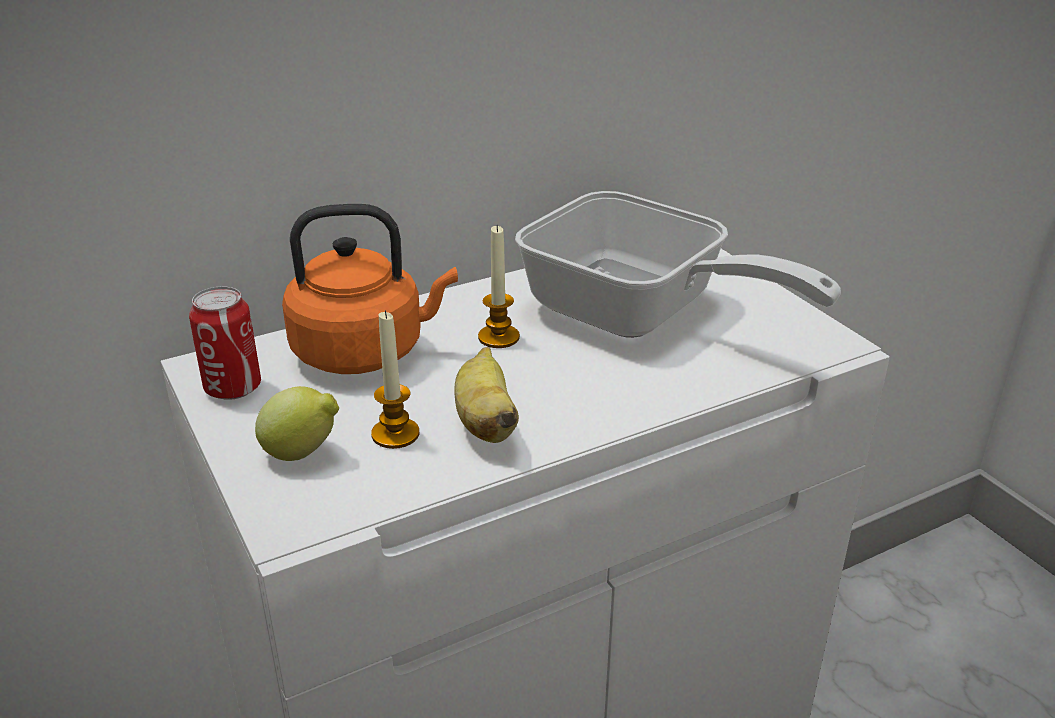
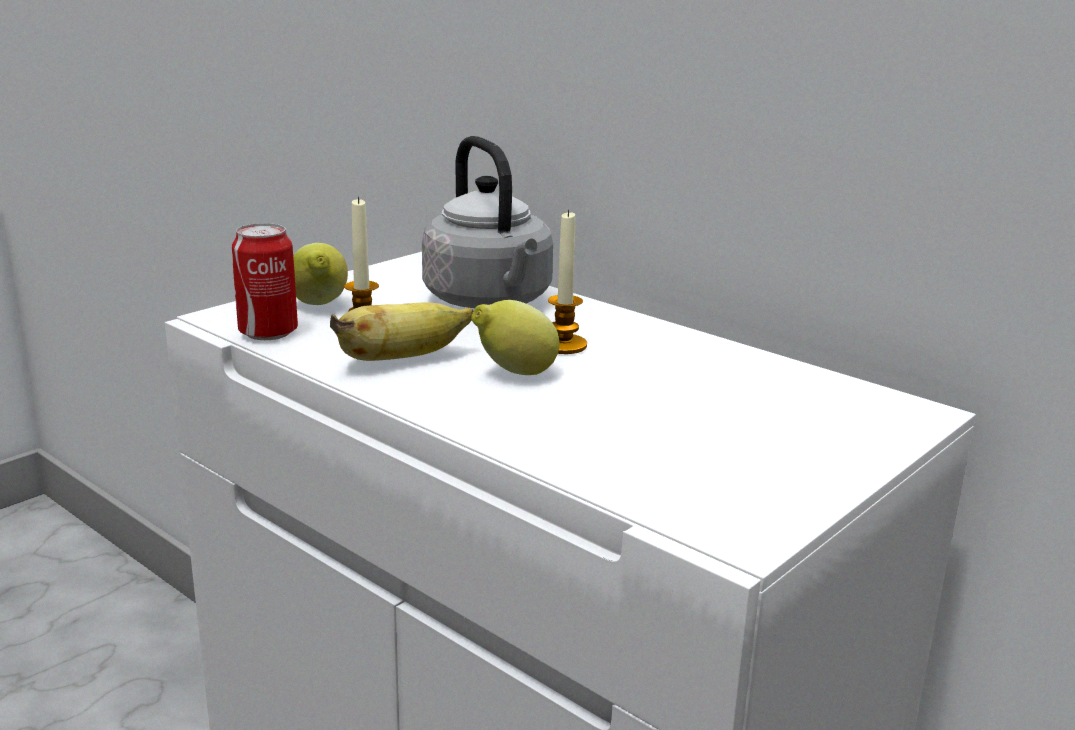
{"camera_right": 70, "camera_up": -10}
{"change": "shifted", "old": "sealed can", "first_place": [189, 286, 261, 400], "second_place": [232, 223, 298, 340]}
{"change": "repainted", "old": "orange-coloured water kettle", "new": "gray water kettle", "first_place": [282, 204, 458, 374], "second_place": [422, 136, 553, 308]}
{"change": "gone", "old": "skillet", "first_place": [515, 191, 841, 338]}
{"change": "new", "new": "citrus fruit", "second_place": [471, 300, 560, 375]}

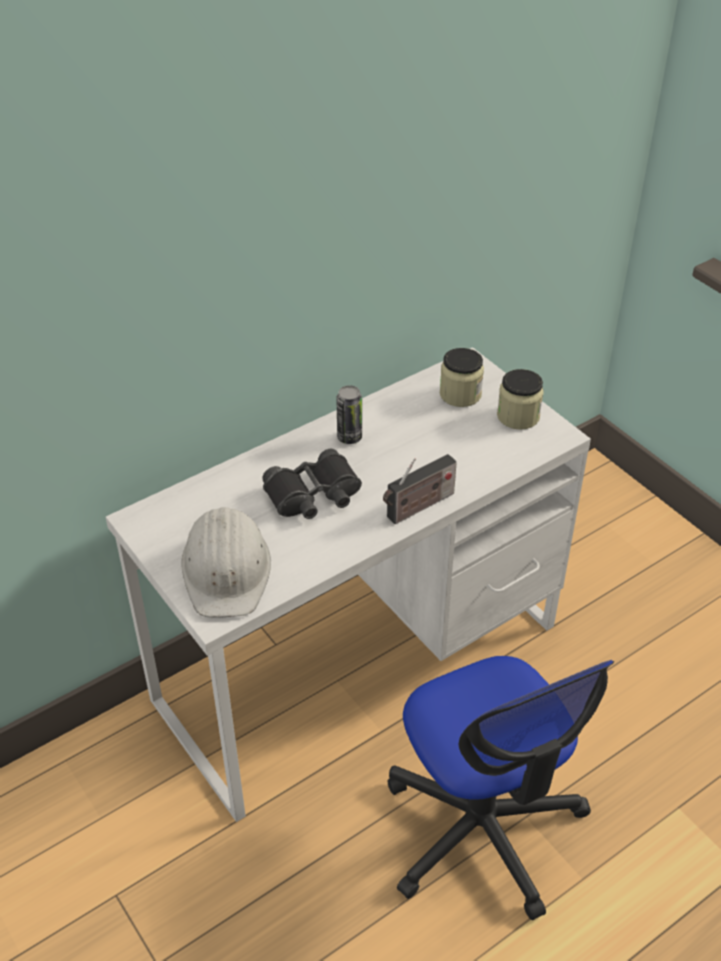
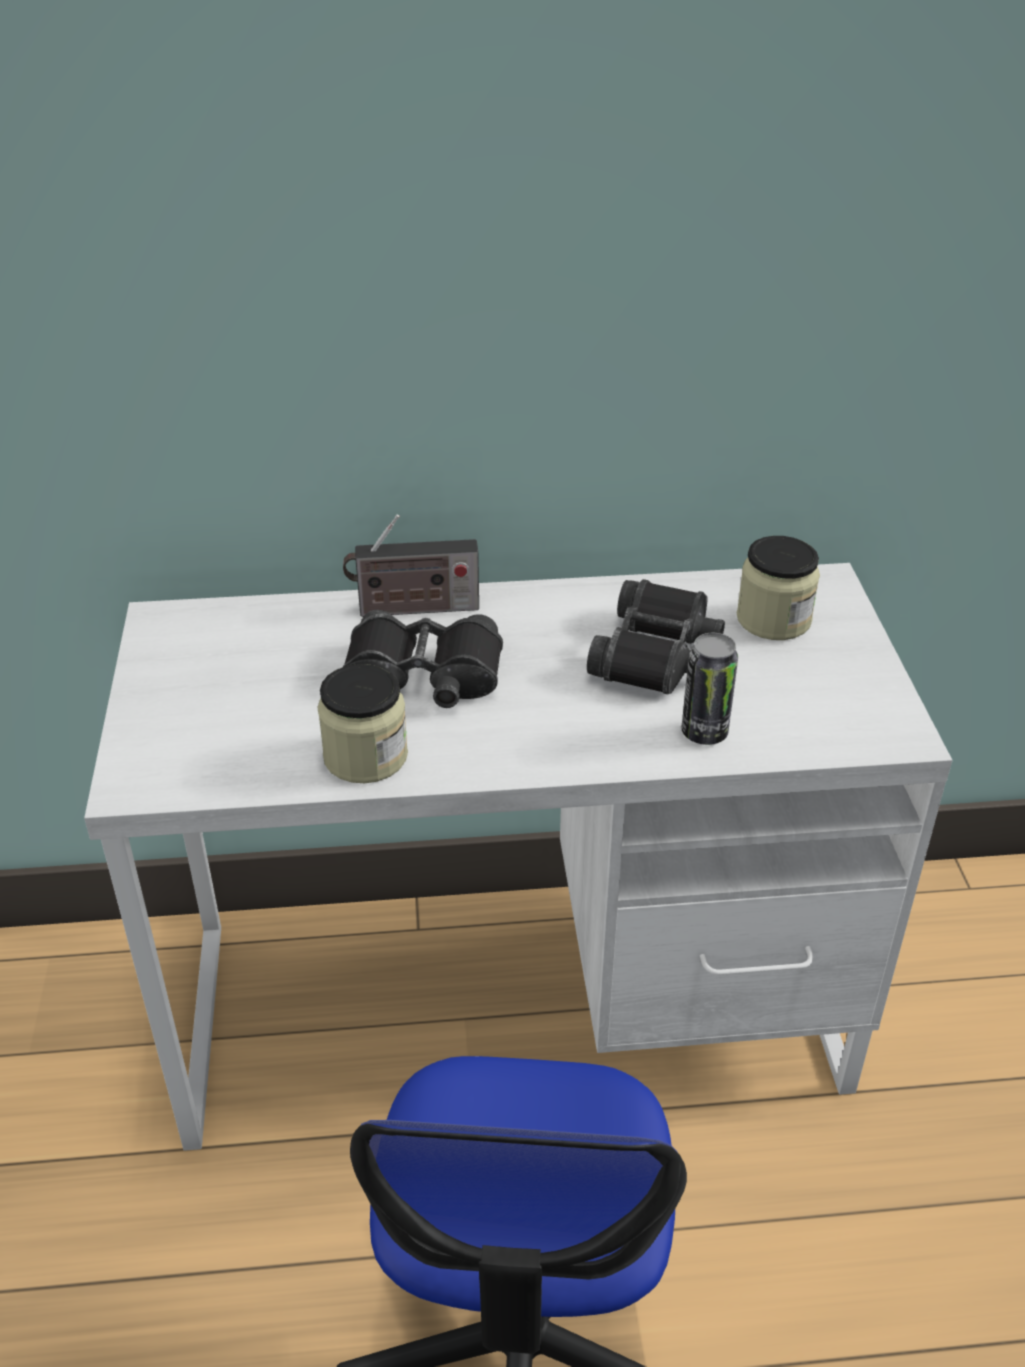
{"camera_right": 30, "camera_up": -5}
{"change": "gone", "old": "white-coloured hard hat", "first_place": [181, 507, 271, 618]}
{"change": "shifted", "old": "sealed can", "first_place": [336, 385, 362, 444], "second_place": [681, 633, 738, 745]}
{"change": "shifted", "old": "radio set", "first_place": [383, 454, 457, 524], "second_place": [343, 514, 479, 617]}
{"change": "shifted", "old": "preserve jar", "first_place": [497, 369, 544, 430], "second_place": [317, 664, 408, 783]}
{"change": "new", "new": "blackish field glasses", "second_place": [587, 579, 725, 694]}

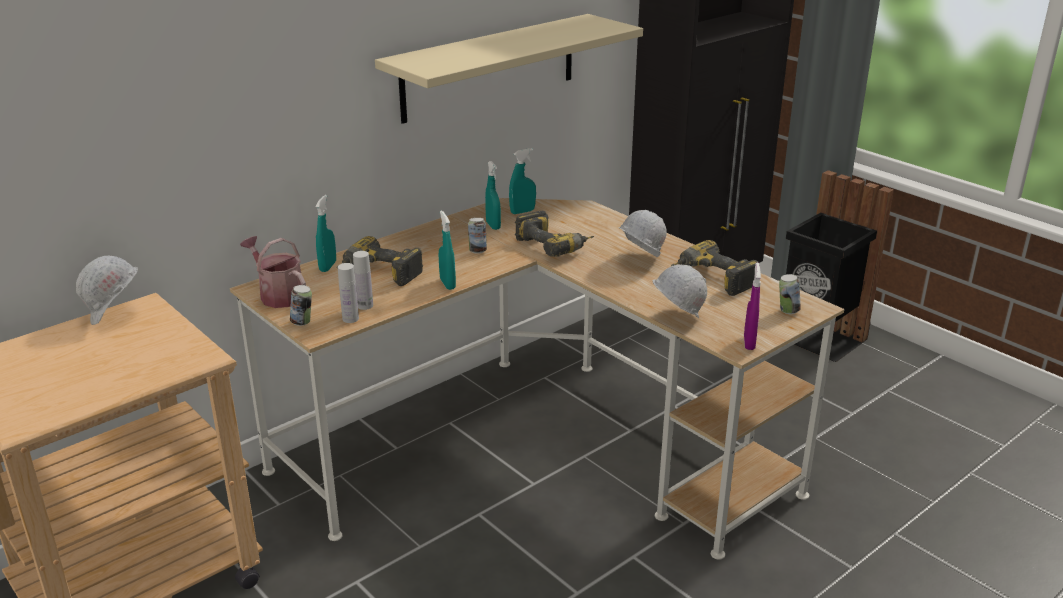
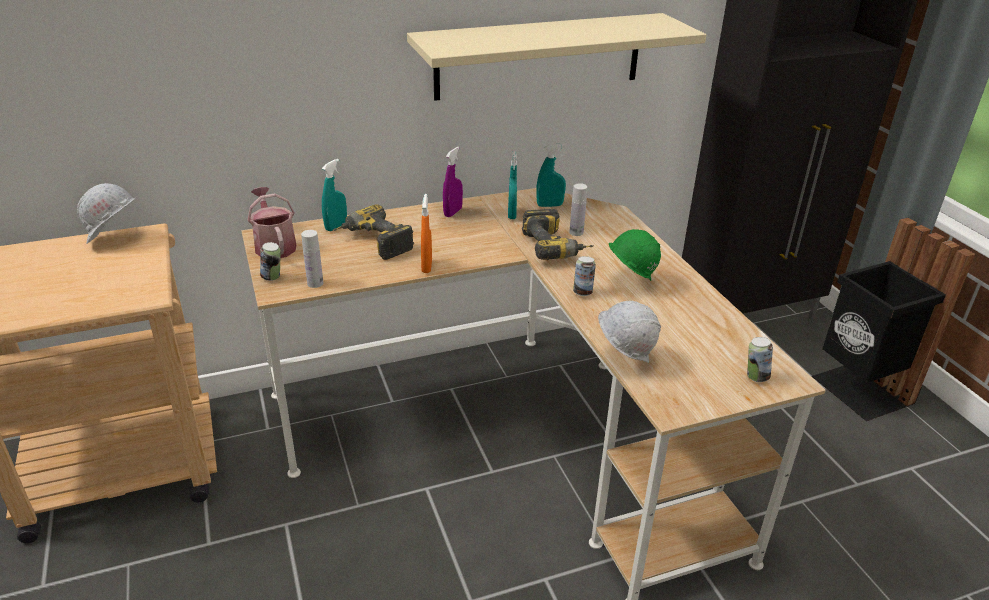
{"camera_right": 20, "camera_up": 5}
{"change": "shifted", "old": "white-coloured bottle", "first_place": [353, 251, 373, 310], "second_place": [569, 183, 587, 236]}
{"change": "repainted", "old": "turquoise-coloured sprayer", "new": "orange-coloured sprayer", "first_place": [439, 210, 456, 290], "second_place": [421, 194, 432, 273]}
{"change": "shifted", "old": "sealed can", "first_place": [468, 218, 487, 254], "second_place": [573, 256, 596, 296]}
{"change": "repainted", "old": "white-coloured hard hat", "new": "greenish hard hat", "first_place": [618, 210, 667, 257], "second_place": [609, 229, 661, 281]}
{"change": "gone", "old": "electric drill", "first_place": [671, 240, 759, 296]}
{"change": "shifted", "old": "purplish sprayer", "first_place": [744, 263, 761, 350], "second_place": [443, 147, 463, 217]}

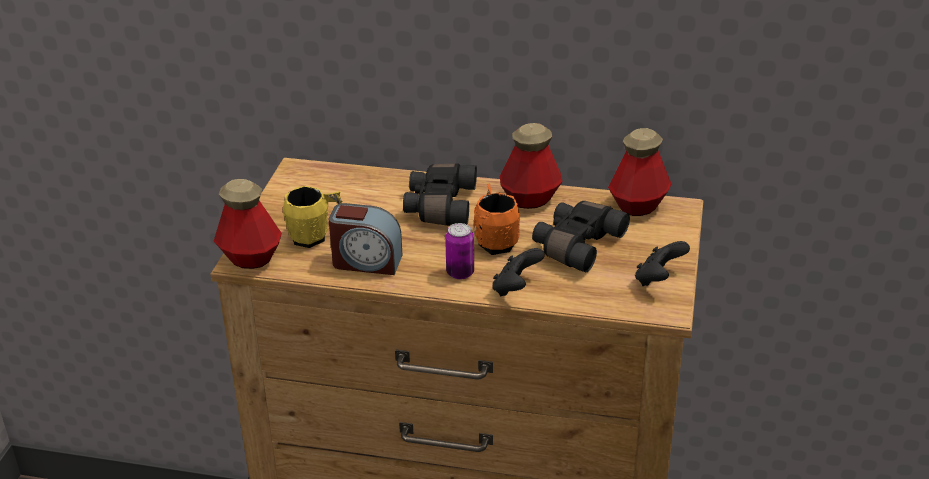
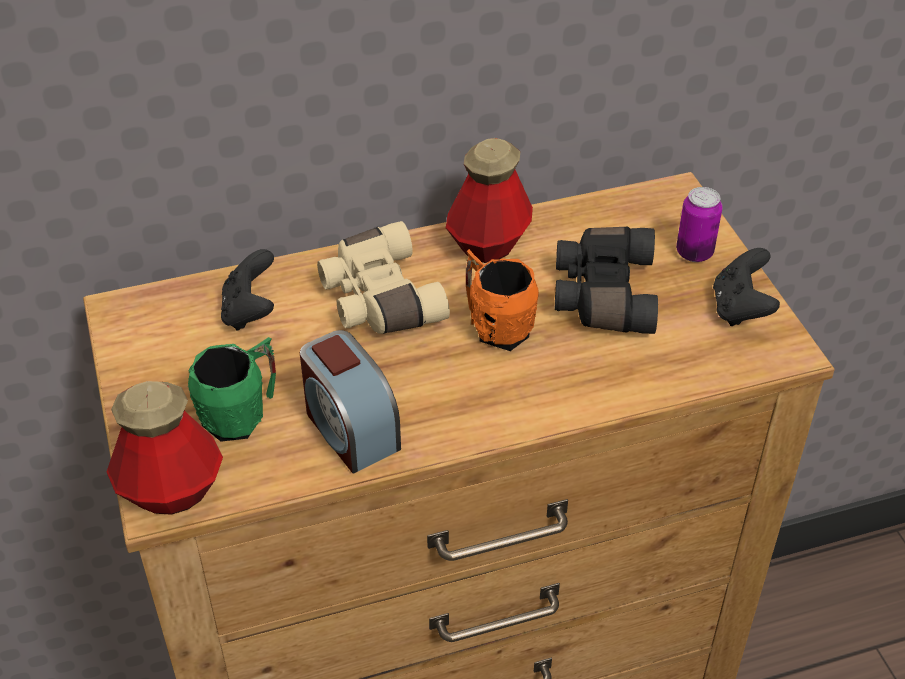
{"camera_right": -30, "camera_up": 10}
{"change": "repainted", "old": "yellow-coloured tea mug", "new": "greenish tea mug", "first_place": [283, 186, 343, 248], "second_place": [188, 337, 276, 442]}
{"change": "rotated", "old": "alarm clock", "first_place": [329, 203, 402, 275], "second_place": [300, 330, 401, 473], "degrees": 75}
{"change": "repainted", "old": "blackish field glasses", "new": "beige field glasses", "first_place": [403, 163, 477, 226], "second_place": [317, 221, 450, 334]}
{"change": "shifted", "old": "sealed can", "first_place": [445, 223, 474, 280], "second_place": [676, 187, 723, 262]}
{"change": "shifted", "old": "blackish joypad", "first_place": [492, 248, 545, 297], "second_place": [221, 249, 274, 331]}
{"change": "gone", "old": "bottle", "first_place": [608, 128, 671, 216]}

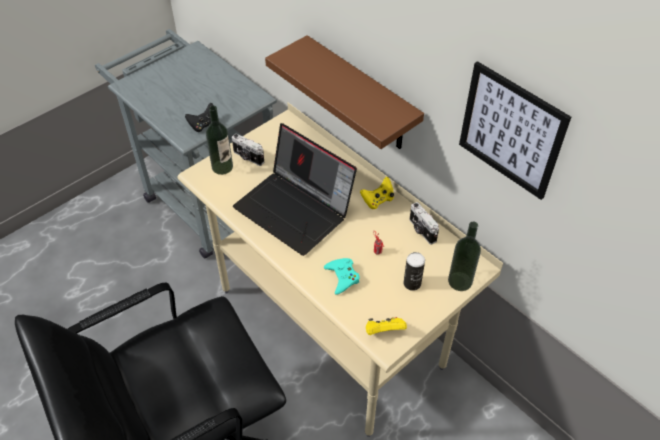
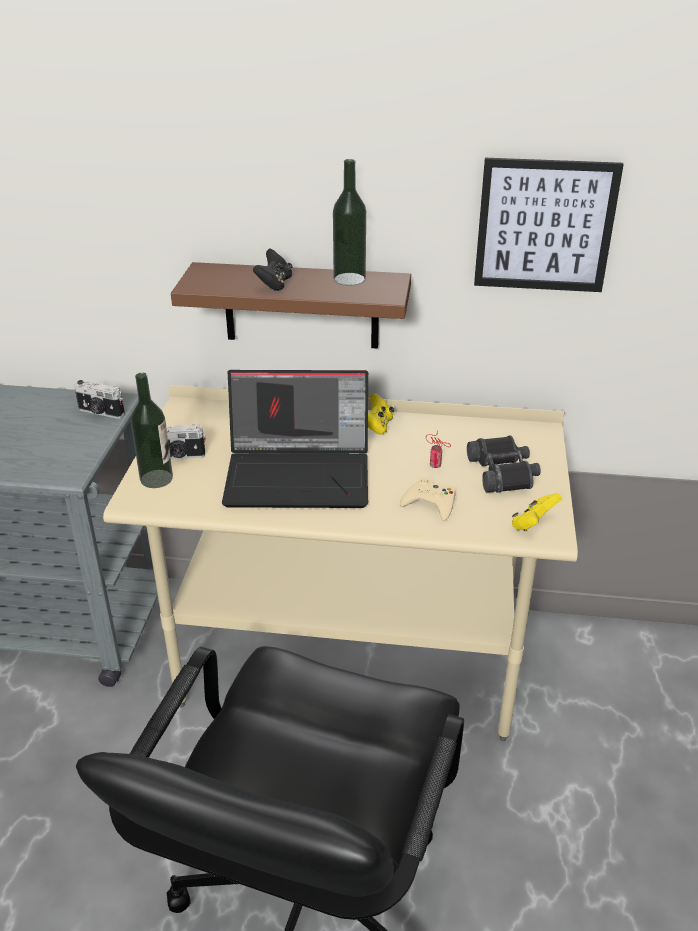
{"camera_right": -40, "camera_up": -15}
{"change": "shifted", "old": "blackish joypad", "first_place": [185, 103, 214, 132], "second_place": [253, 248, 293, 291]}
{"change": "repainted", "old": "turquoise-coloured joypad", "new": "beige joypad", "first_place": [324, 258, 360, 295], "second_place": [400, 478, 456, 521]}
{"change": "swapped", "old": "sealed can", "new": "blackish field glasses", "first_place": [403, 252, 425, 291], "second_place": [467, 435, 541, 493]}
{"change": "shifted", "old": "still camera", "first_place": [409, 202, 439, 245], "second_place": [74, 380, 125, 419]}
{"change": "shifted", "old": "bottle", "first_place": [448, 222, 481, 291], "second_place": [333, 159, 366, 286]}

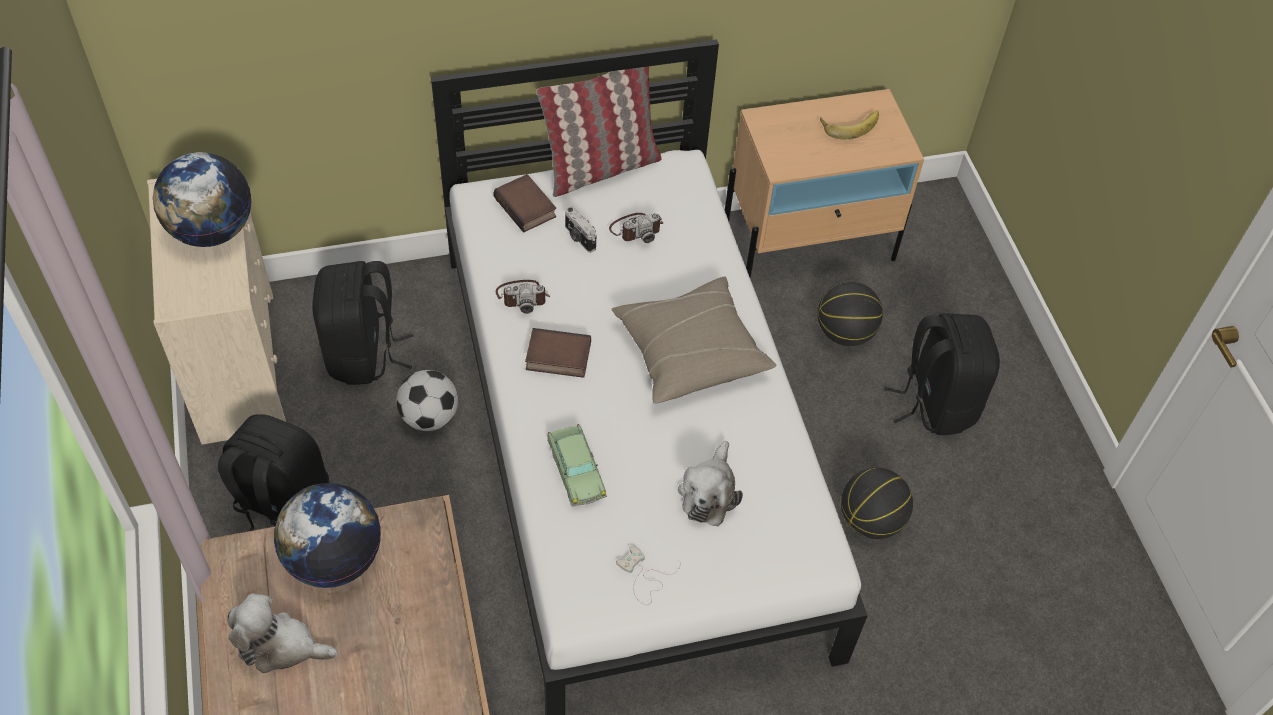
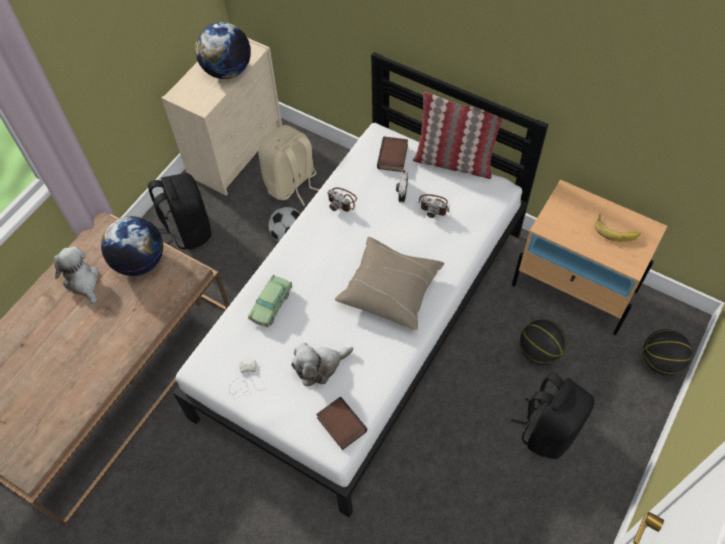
{"camera_right": 50, "camera_up": 5}
{"change": "repainted", "old": "blackish knapsack", "new": "beige knapsack", "first_place": [312, 261, 414, 385], "second_place": [258, 125, 320, 206]}
{"change": "shifted", "old": "volume", "first_place": [525, 328, 591, 378], "second_place": [316, 397, 367, 450]}
{"change": "shifted", "old": "basketball ball", "first_place": [841, 467, 913, 539], "second_place": [643, 329, 692, 375]}

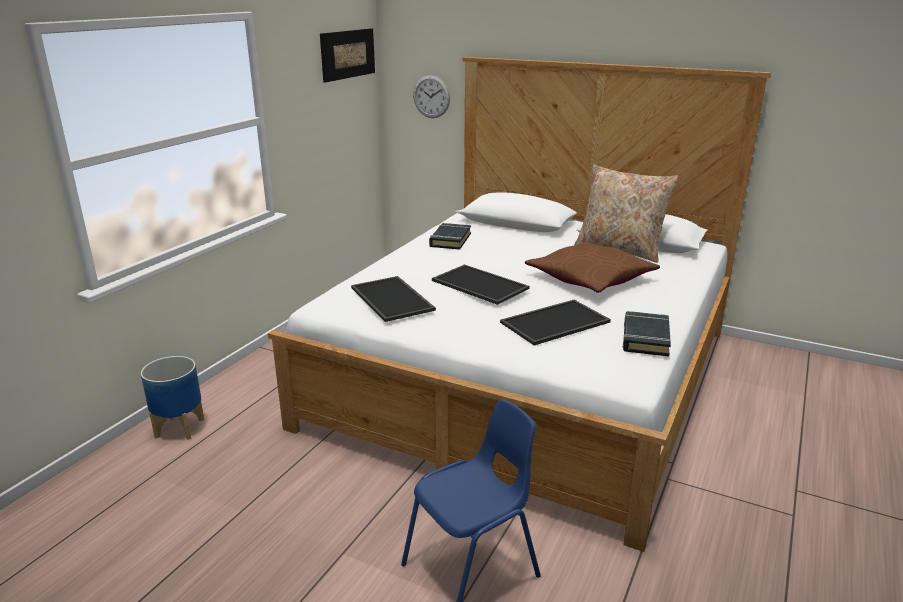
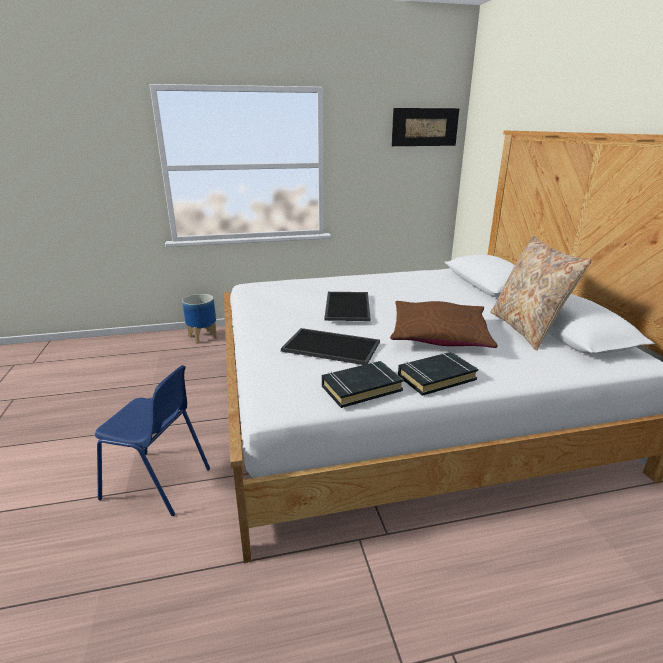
{"camera_right": 50, "camera_up": 0}
{"change": "gone", "old": "tray", "first_place": [351, 276, 436, 322]}
{"change": "gone", "old": "clock on the wall", "first_place": [413, 75, 450, 118]}
{"change": "shifted", "old": "blackish volume", "first_place": [429, 223, 471, 250], "second_place": [398, 352, 478, 396]}

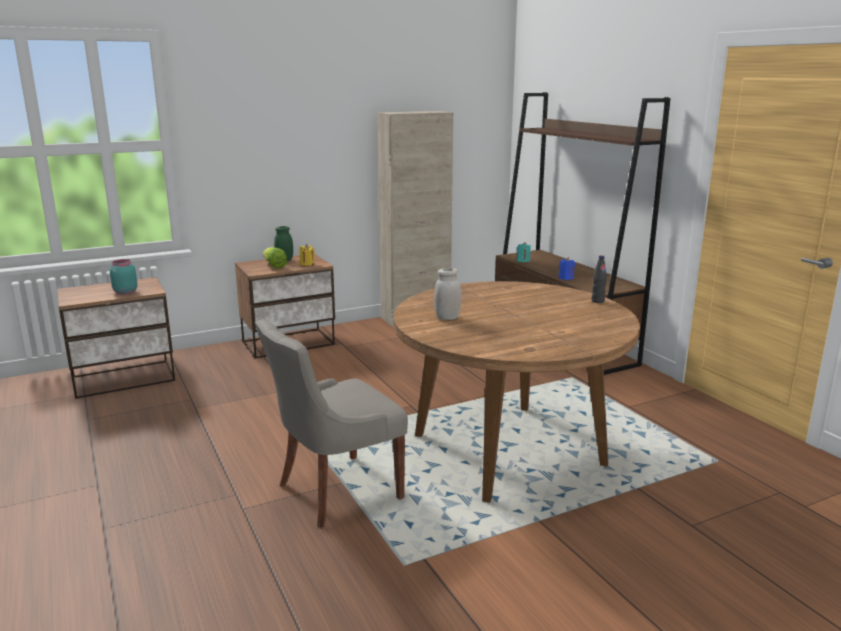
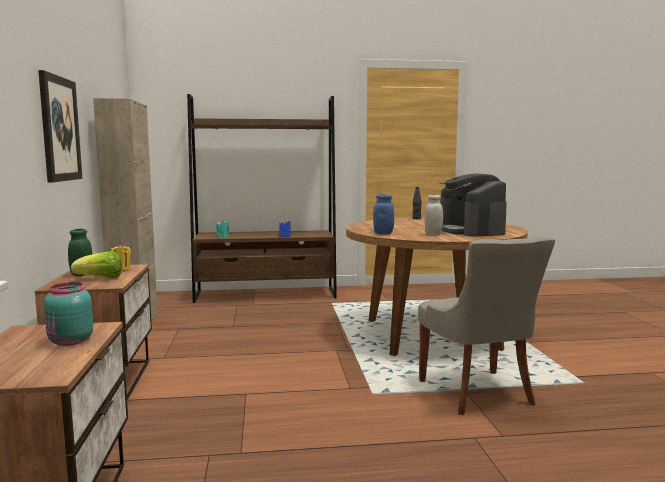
{"camera_right": -70, "camera_up": -10}
{"change": "new", "new": "wall picture", "second_place": [38, 70, 82, 183]}
{"change": "new", "new": "blue-coloured preserve jar", "second_place": [373, 194, 394, 235]}
{"change": "new", "new": "coffee maker", "second_place": [440, 173, 507, 237]}

